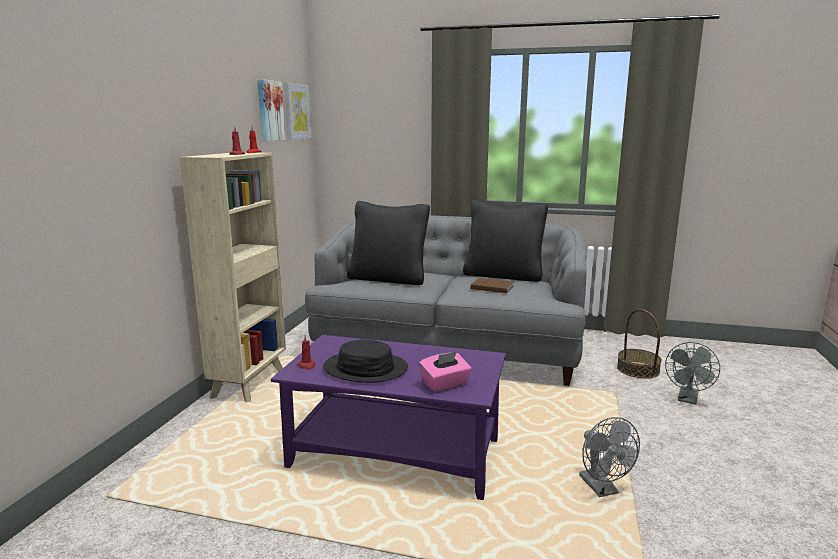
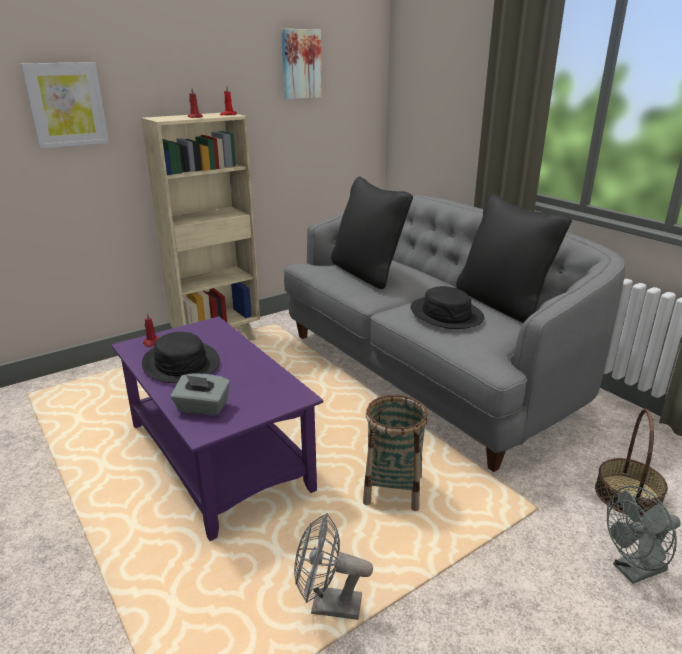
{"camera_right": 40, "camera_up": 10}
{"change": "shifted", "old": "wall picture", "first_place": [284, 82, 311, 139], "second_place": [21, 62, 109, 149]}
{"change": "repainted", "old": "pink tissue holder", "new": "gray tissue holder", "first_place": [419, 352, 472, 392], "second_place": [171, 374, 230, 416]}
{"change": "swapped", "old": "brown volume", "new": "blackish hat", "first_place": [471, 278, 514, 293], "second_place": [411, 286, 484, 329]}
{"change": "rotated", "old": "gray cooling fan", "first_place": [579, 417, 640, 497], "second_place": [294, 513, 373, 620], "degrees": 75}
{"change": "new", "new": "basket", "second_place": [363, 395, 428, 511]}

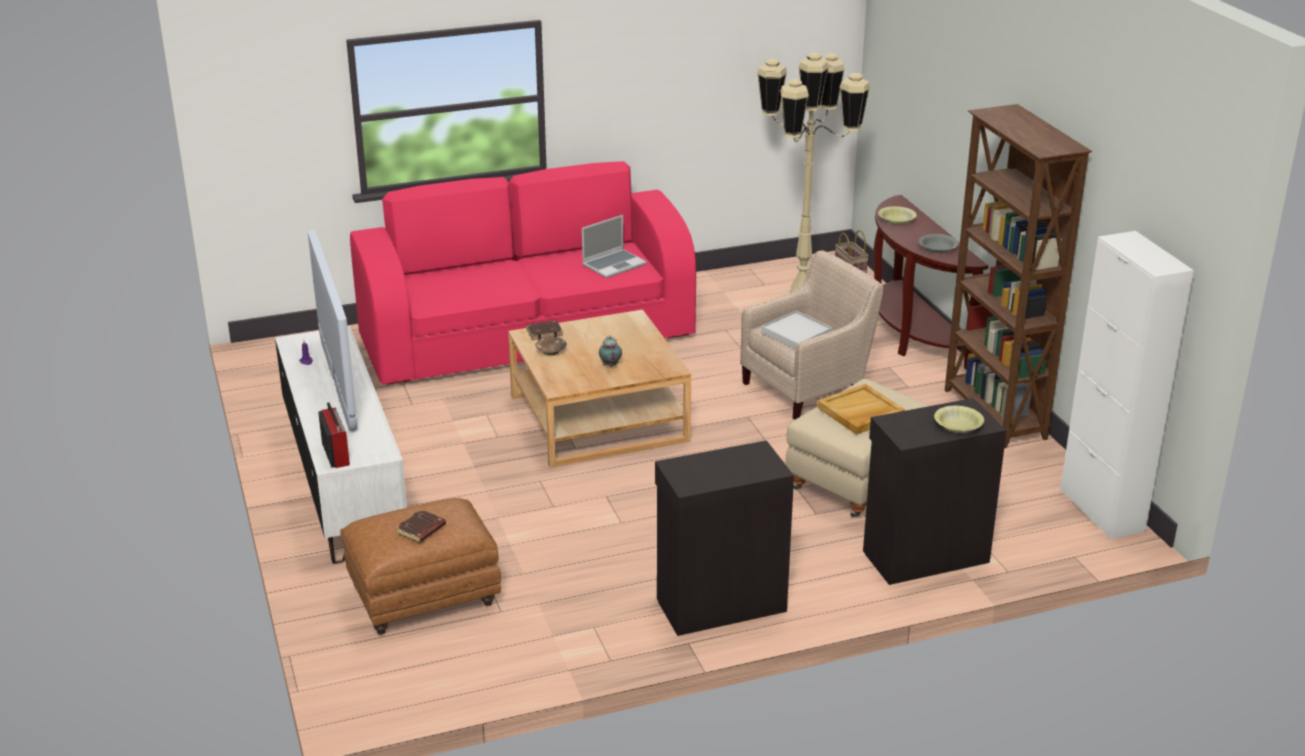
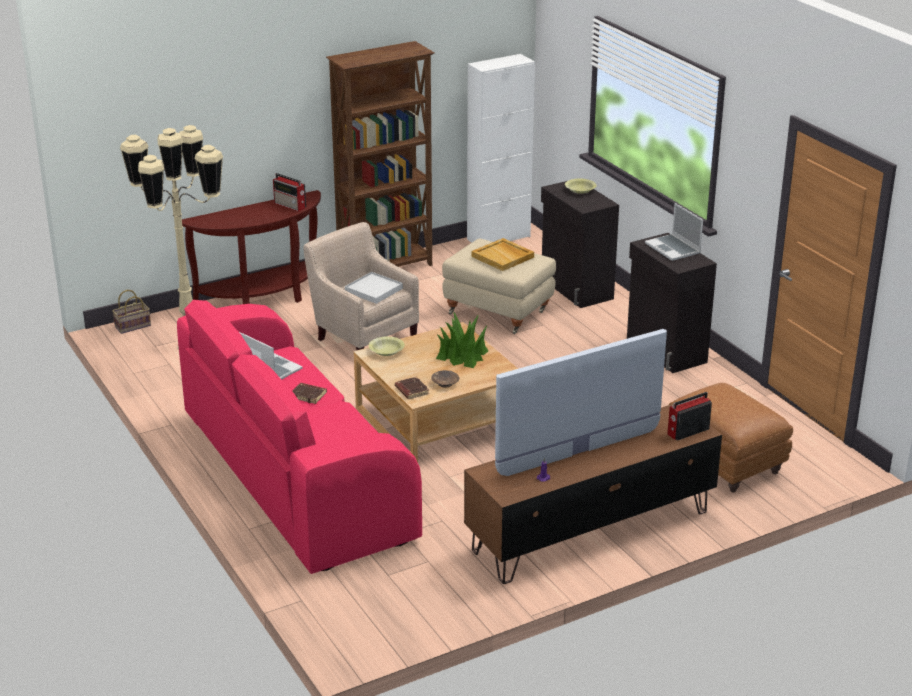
{"camera_right": -100, "camera_up": 0}
{"change": "repainted", "old": "white-coloured tv stand", "new": "brown tv stand", "first_place": [275, 326, 407, 564], "second_place": [464, 404, 722, 584]}
{"change": "shifted", "old": "brown volume", "first_place": [396, 509, 446, 543], "second_place": [292, 383, 327, 404]}
{"change": "swapped", "old": "teapot", "new": "potted plant", "first_place": [599, 336, 622, 367], "second_place": [436, 311, 488, 368]}
{"change": "shifted", "old": "yellow-coloured serving bowl", "first_place": [878, 206, 917, 225], "second_place": [369, 336, 405, 356]}
{"change": "swapped", "old": "gray serving bowl", "new": "radio set", "first_place": [919, 234, 959, 253], "second_place": [273, 173, 306, 212]}
{"change": "new", "new": "notebook computer", "second_place": [645, 203, 703, 261]}

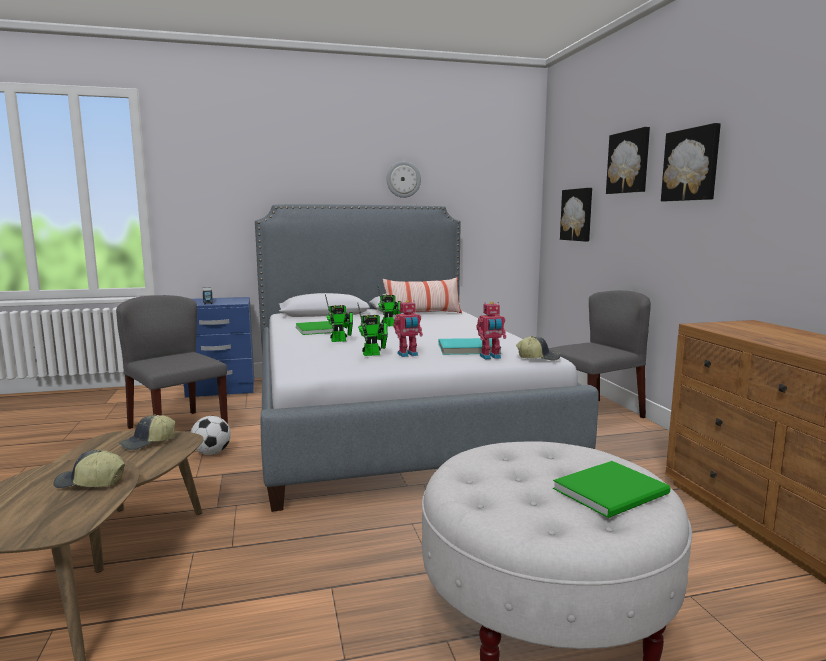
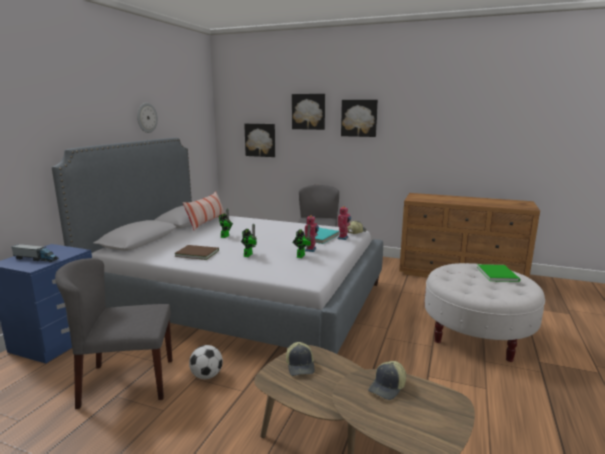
{"camera_right": -55, "camera_up": 5}
{"change": "repainted", "old": "greenish volume", "new": "brown volume", "first_place": [295, 321, 334, 335], "second_place": [174, 245, 219, 260]}

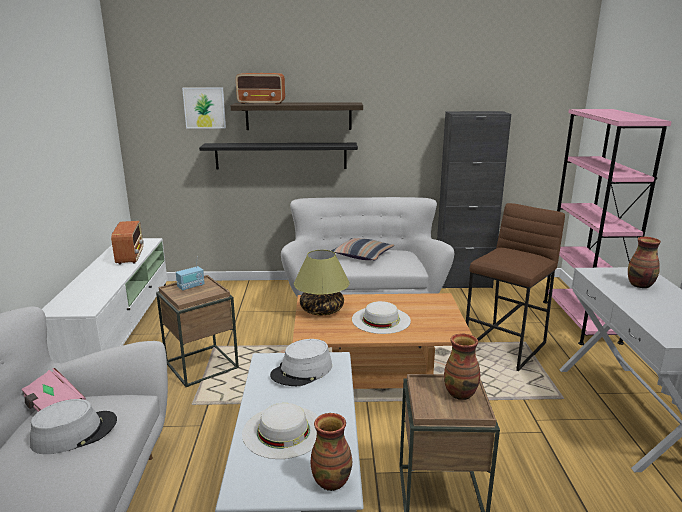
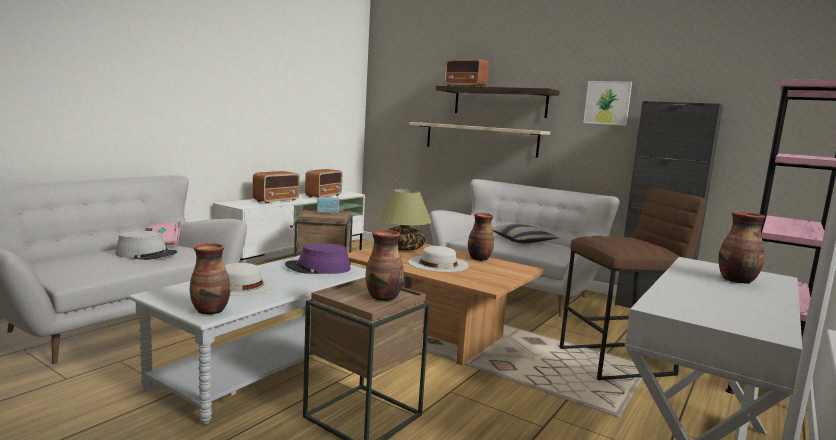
{"camera_right": 35, "camera_up": -10}
{"change": "shifted", "old": "wall picture", "first_place": [182, 87, 226, 129], "second_place": [583, 81, 632, 126]}
{"change": "repainted", "old": "blackish shelf", "new": "beige shelf", "first_place": [199, 143, 358, 170], "second_place": [409, 122, 550, 158]}
{"change": "repainted", "old": "gray hat", "new": "purplish hat", "first_place": [270, 339, 332, 386], "second_place": [285, 243, 350, 274]}
{"change": "new", "new": "radio set", "second_place": [253, 171, 300, 203]}
{"change": "new", "new": "decorative vase", "second_place": [468, 213, 494, 261]}

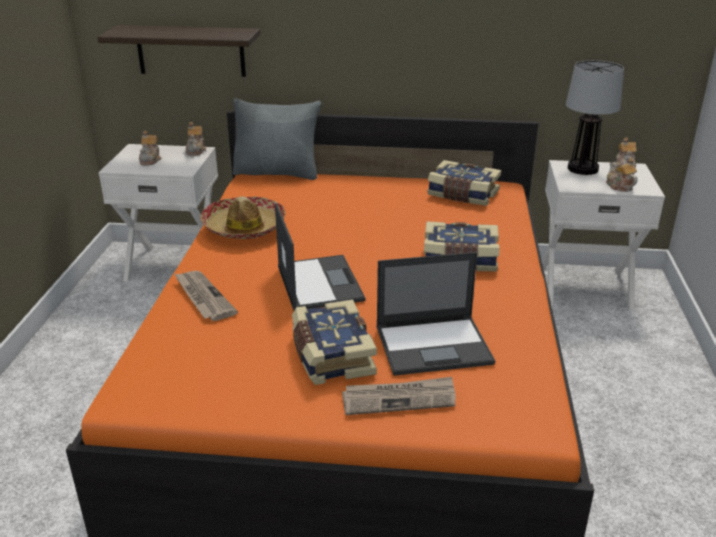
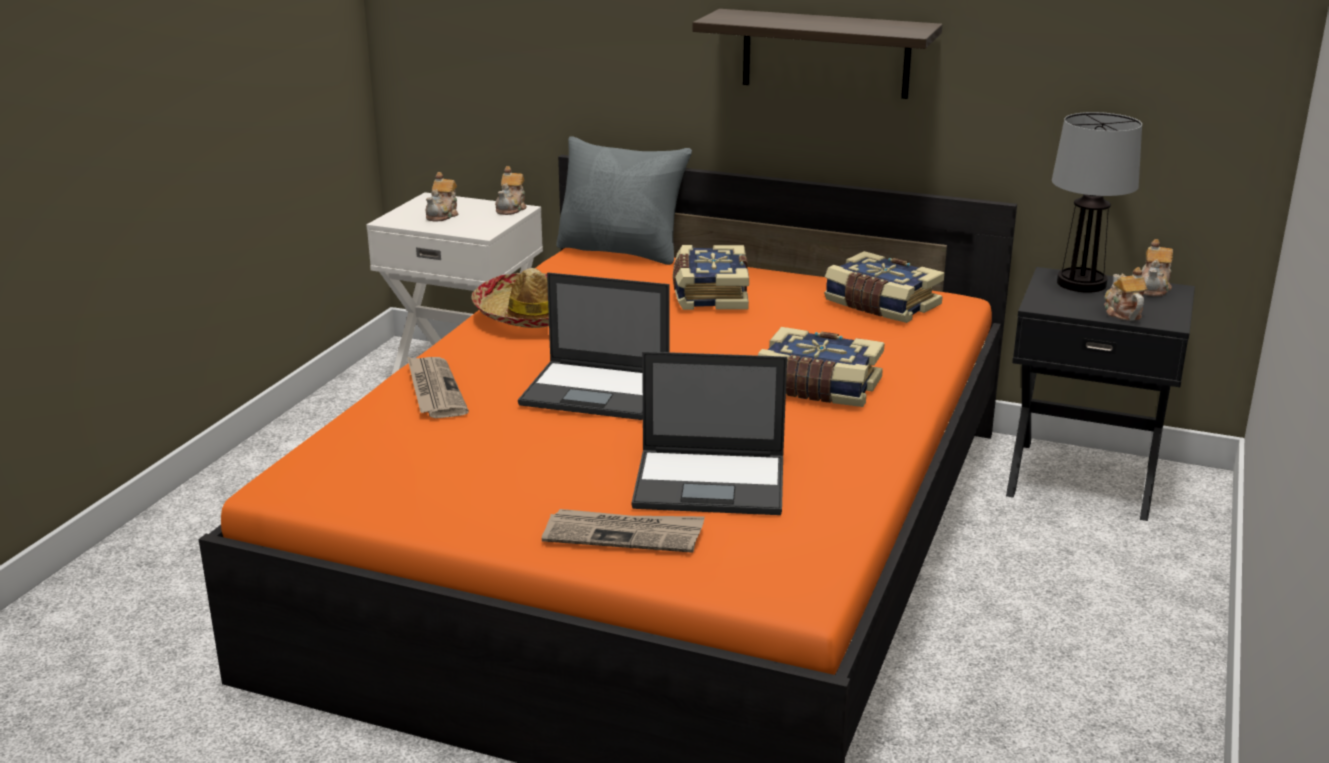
{"camera_right": 15, "camera_up": -5}
{"change": "shifted", "old": "shelf", "first_place": [98, 25, 260, 77], "second_place": [693, 9, 942, 99]}
{"change": "rotated", "old": "notebook computer", "first_place": [275, 203, 366, 311], "second_place": [518, 272, 670, 420], "degrees": 105}
{"change": "shifted", "old": "volume", "first_place": [292, 300, 377, 385], "second_place": [673, 245, 749, 310]}
{"change": "repainted", "old": "white-coloured night table", "new": "blackish night table", "first_place": [542, 160, 665, 310], "second_place": [1006, 267, 1195, 521]}

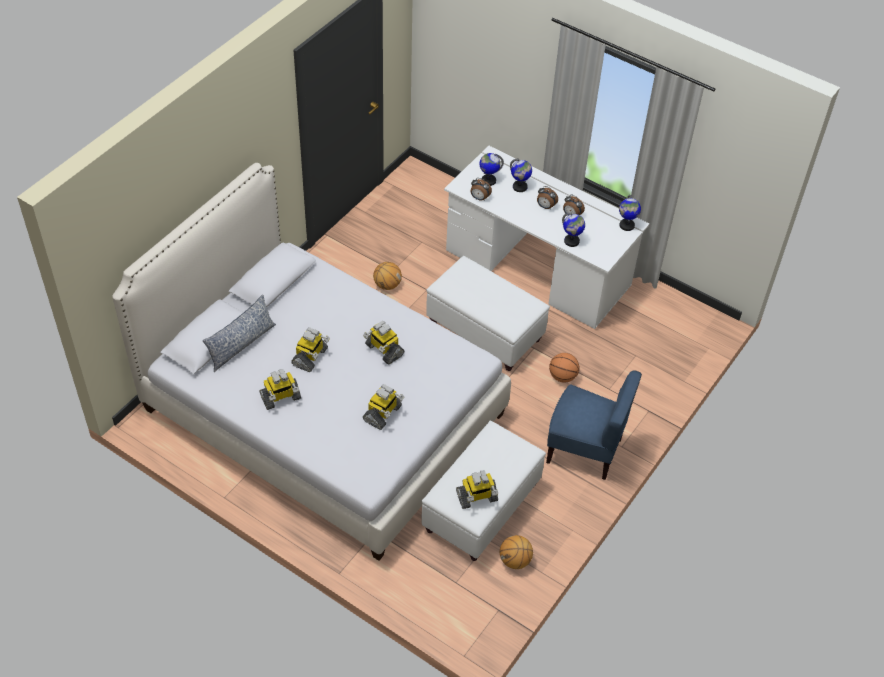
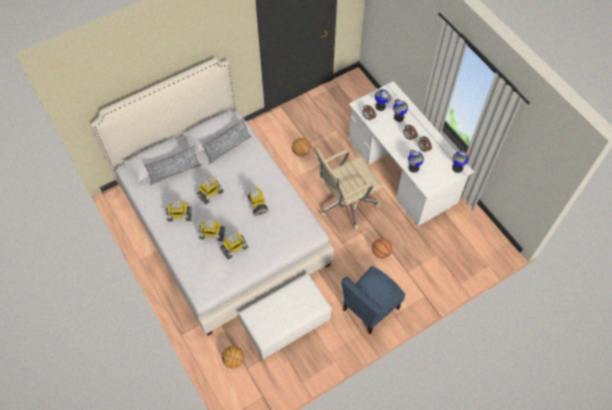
{"camera_right": 25, "camera_up": 10}
{"change": "swapped", "old": "white-coloured pouffe", "new": "beige desk chair", "first_place": [426, 256, 550, 371], "second_place": [316, 148, 382, 230]}
{"change": "shifted", "old": "model robot", "first_place": [456, 471, 498, 509], "second_place": [199, 220, 225, 241]}
{"change": "shifted", "old": "basketball ball", "first_place": [500, 535, 533, 569], "second_place": [222, 346, 244, 368]}
{"change": "rotated", "old": "blue-coloured chair", "first_place": [546, 370, 642, 480], "second_place": [341, 266, 405, 334], "degrees": 90}
{"change": "new", "new": "cushion", "second_place": [202, 118, 251, 164]}

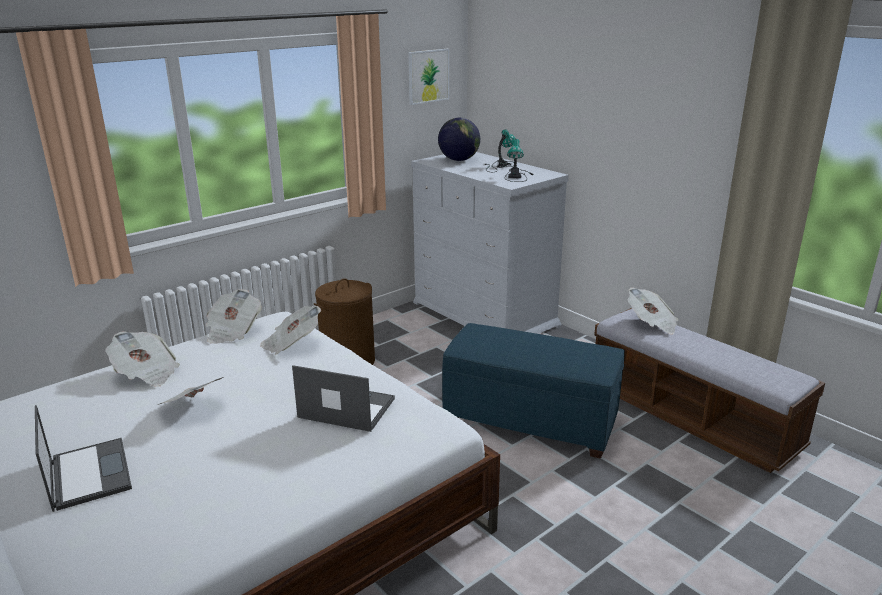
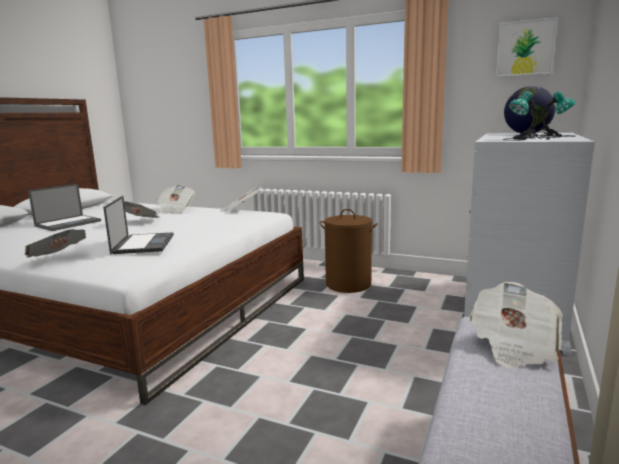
{"camera_right": 65, "camera_up": -10}
{"change": "shifted", "old": "newspaper", "first_place": [260, 306, 321, 355], "second_place": [25, 229, 86, 257]}
{"change": "gone", "old": "blue-coloured pouffe", "first_place": [442, 323, 625, 459]}

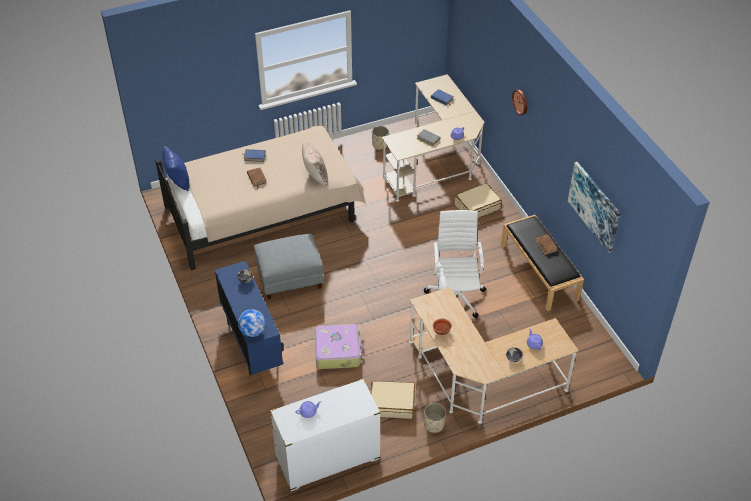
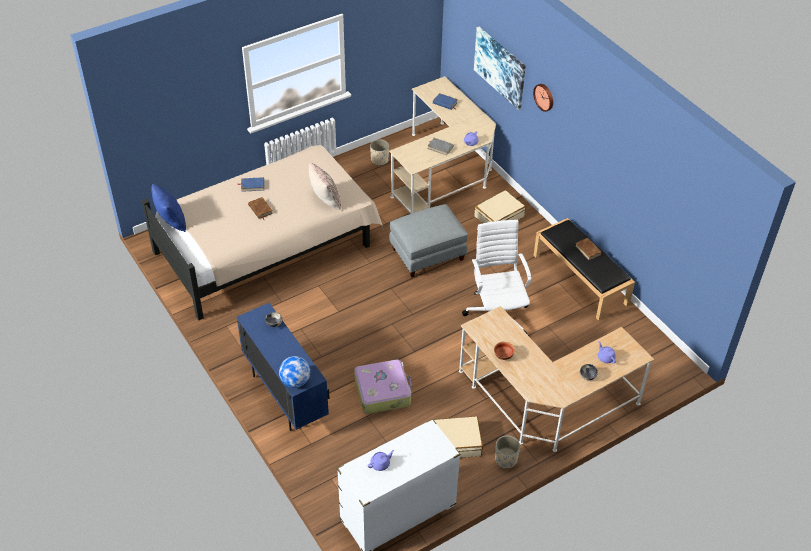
{"camera_right": -10, "camera_up": 0}
{"change": "shifted", "old": "gray pouffe", "first_place": [254, 233, 324, 299], "second_place": [389, 204, 468, 278]}
{"change": "shifted", "old": "wall picture", "first_place": [568, 162, 621, 253], "second_place": [474, 27, 526, 110]}

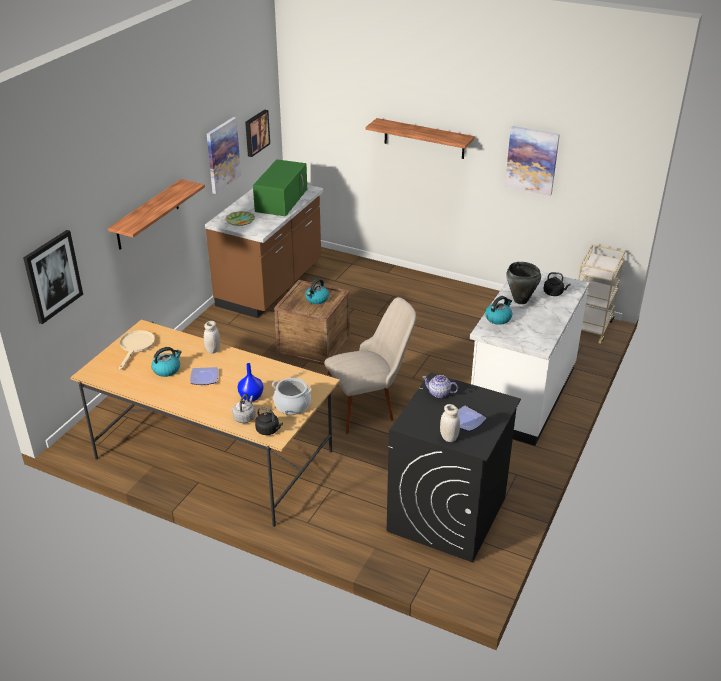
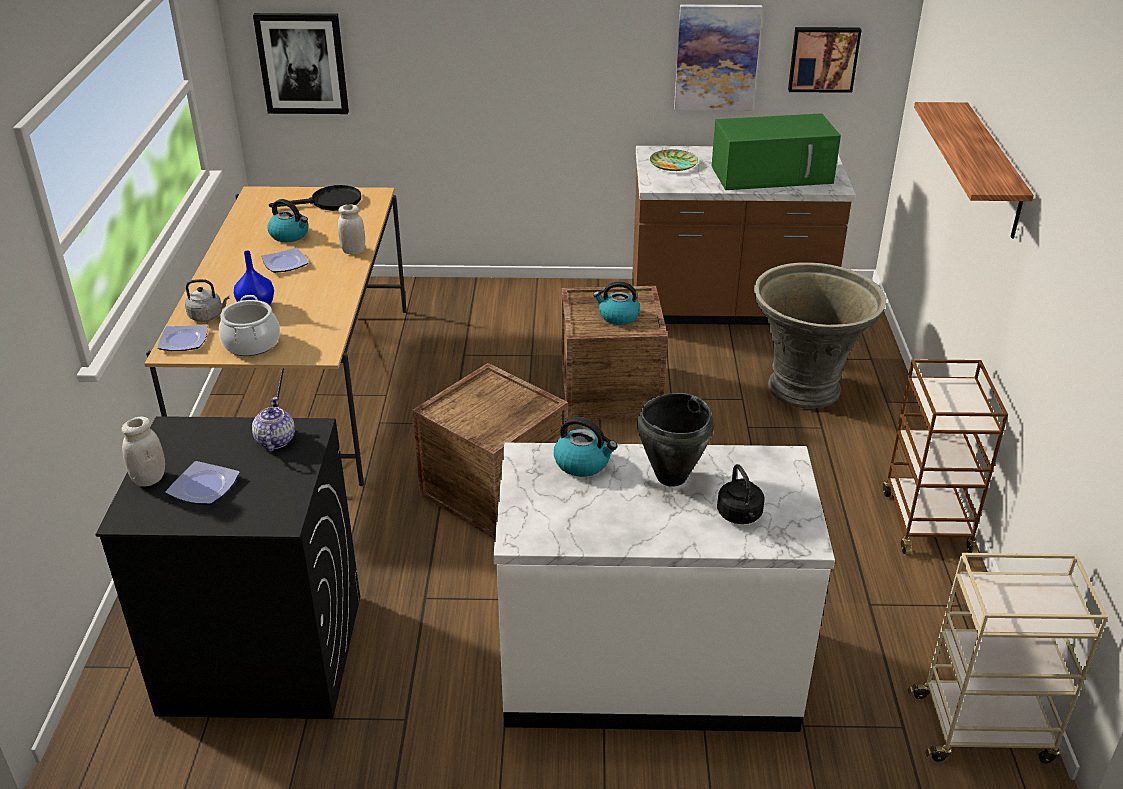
{"camera_right": 65, "camera_up": 0}
{"change": "gone", "old": "shelf", "first_place": [108, 179, 205, 250]}
{"change": "repainted", "old": "beige skillet", "new": "blackish skillet", "first_place": [119, 330, 155, 370], "second_place": [269, 185, 361, 211]}
{"change": "swapped", "old": "blackish water kettle", "new": "flat dish", "first_place": [255, 407, 283, 435], "second_place": [158, 325, 207, 351]}
{"change": "swapped", "old": "beige chair", "new": "crate", "first_place": [324, 297, 416, 434], "second_place": [412, 363, 568, 539]}
{"change": "gone", "old": "wall picture", "first_place": [505, 126, 560, 196]}
{"change": "new", "new": "gray plant pot", "second_place": [754, 262, 886, 409]}
{"change": "new", "new": "brown cart", "second_place": [883, 359, 1008, 555]}

